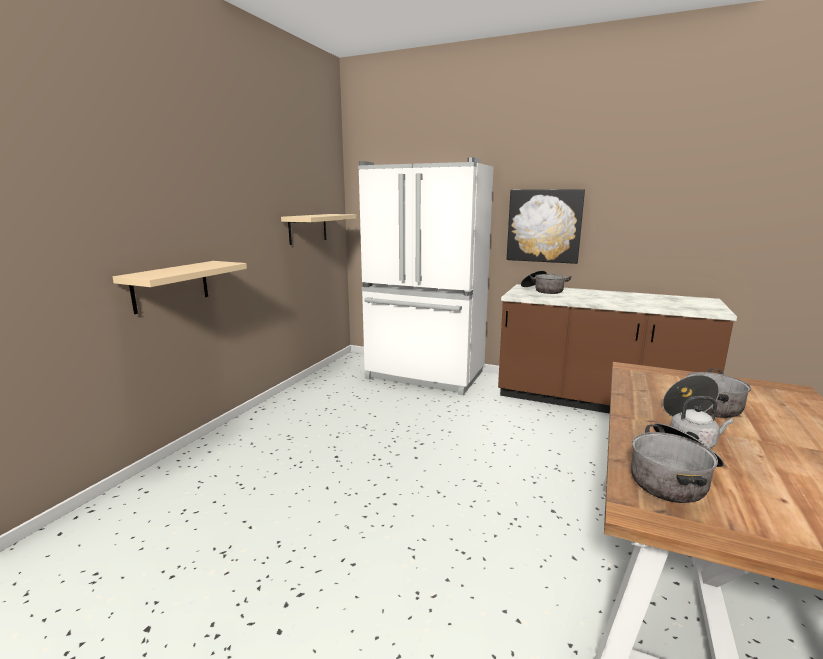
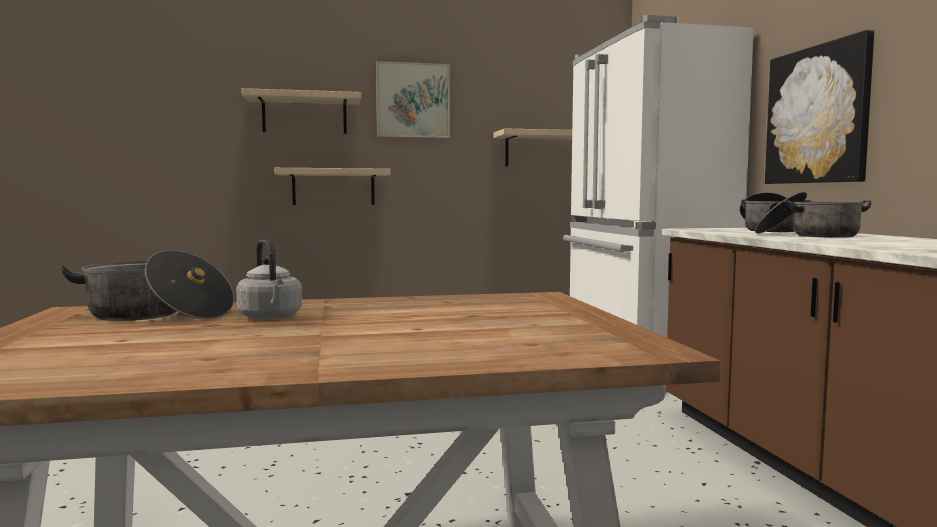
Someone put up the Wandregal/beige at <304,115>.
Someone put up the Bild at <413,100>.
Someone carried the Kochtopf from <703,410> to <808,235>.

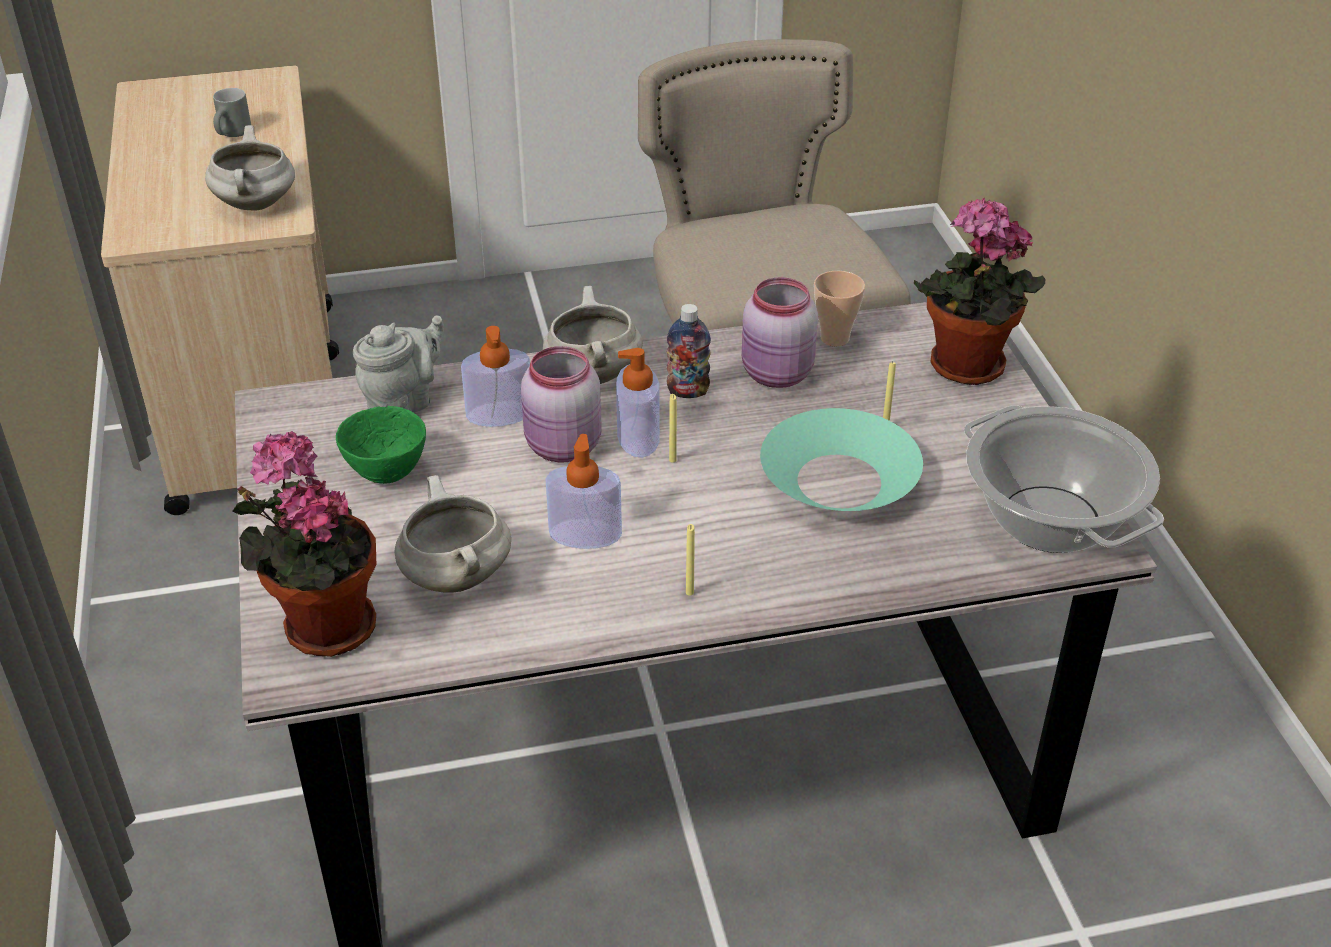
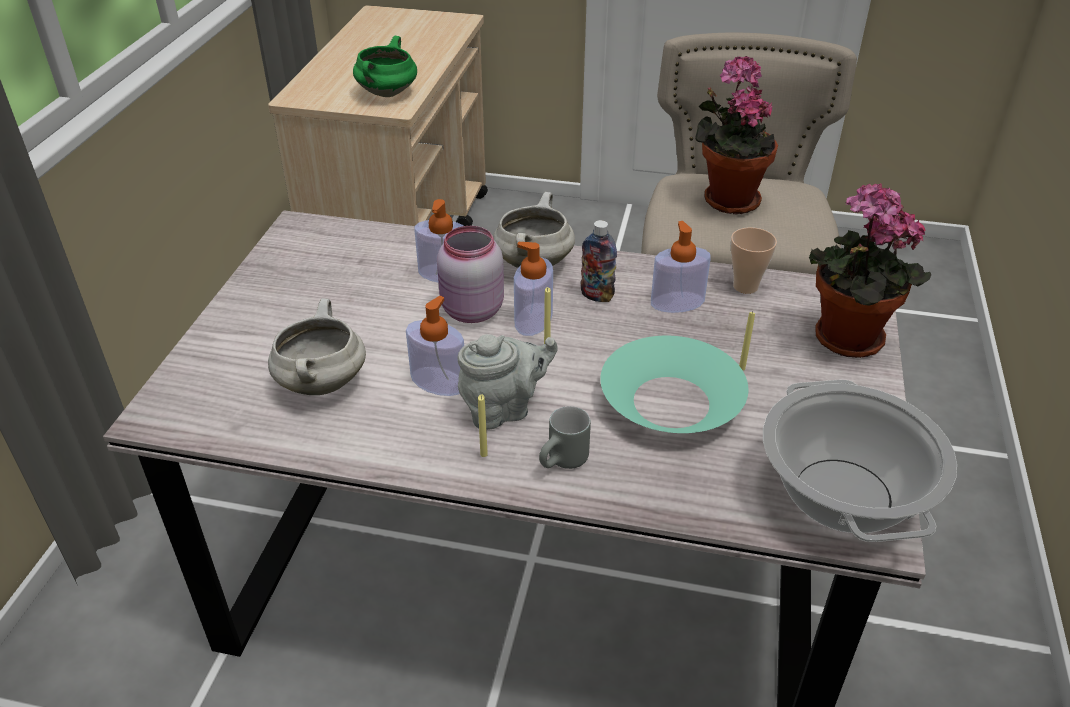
Someone took away the Schüssel/grün at <386,474>.
Someone carried the Henkelbecher/grau from <234,135> to <564,463>.
Someone carried the Topfpflanze from <323,624> to <727,199>.
Someone carried the Teekanne/grau from <404,404> to <504,409>.
Someone swapped the Vorratsglas/rosa at <777,375> for the Seifenspender at <677,302>.
Someone repainted the Kochtopf/weiß at <256,205>, which became the Kochtopf/grün at <387,94>.

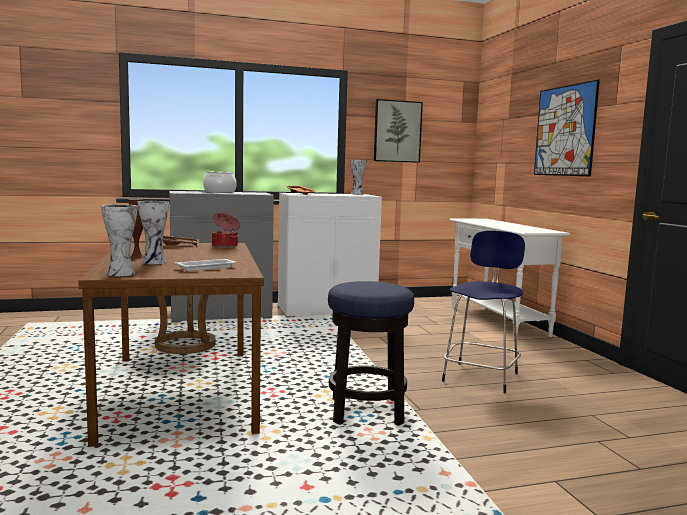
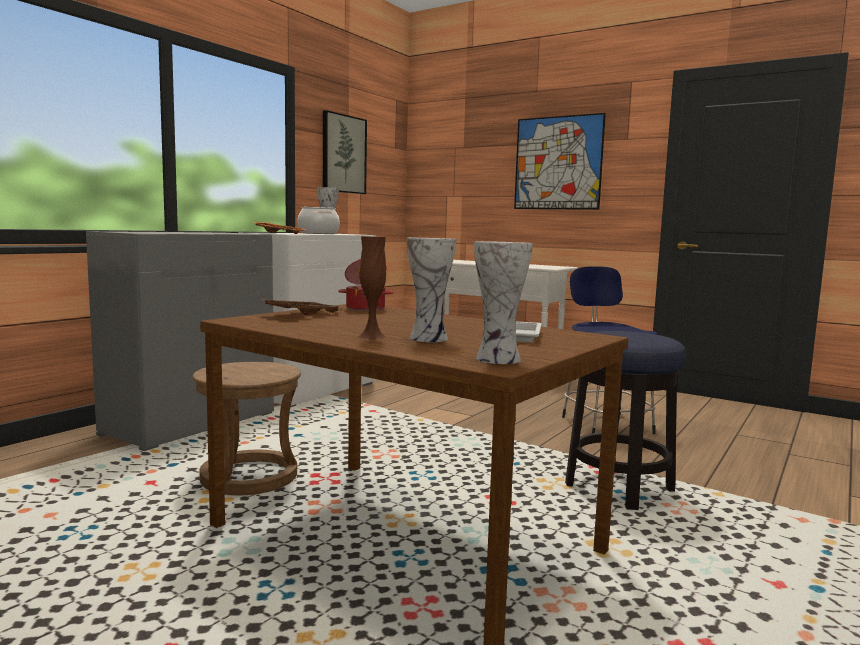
Someone carried the Kochtopf from <219,192> to <318,233>.

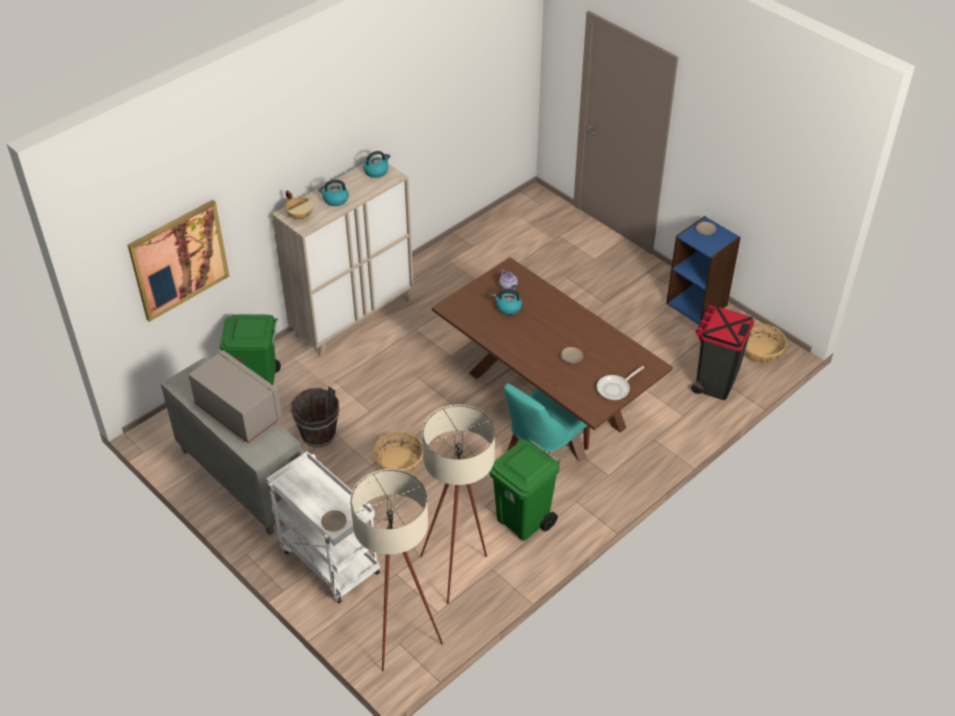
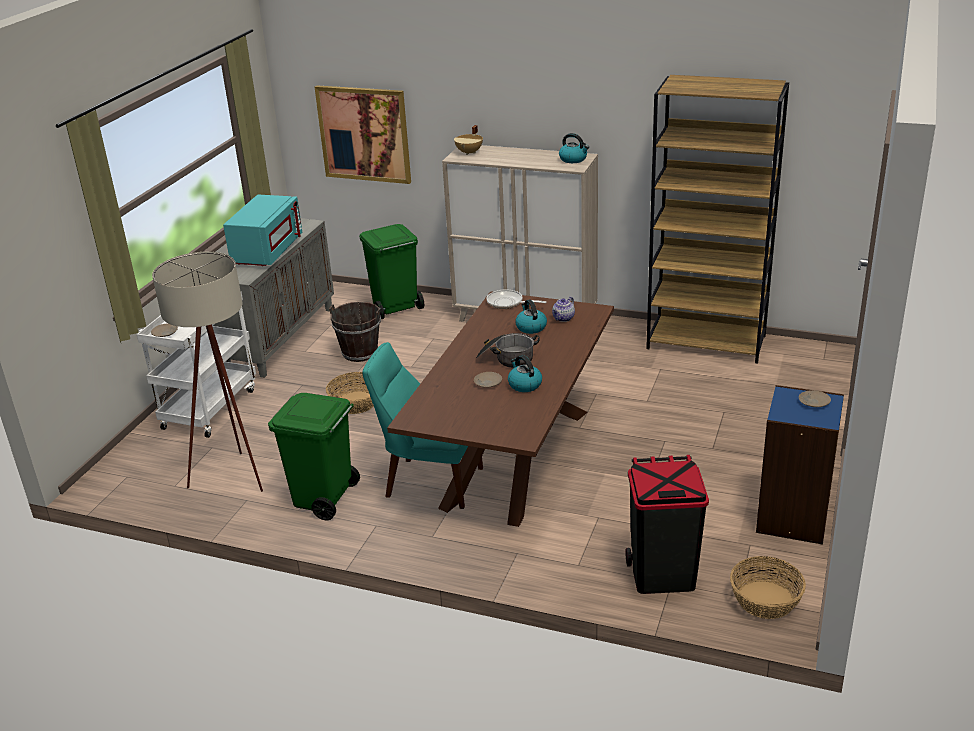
Someone took away the Stehlampe/beige at <399,634>.
Someone put down the Kochtopf at <506,359>.
Someone put down the Bücherregal/braun at <707,342>.
Someone carried the Wasserkessel from <335,200> to <524,385>.
Someone carried the Pfanne from <615,388> to <508,303>.
Someone repainted the Mikrowelle/grau at <237,413>, which became the Mikrowelle/türkis at <267,251>.

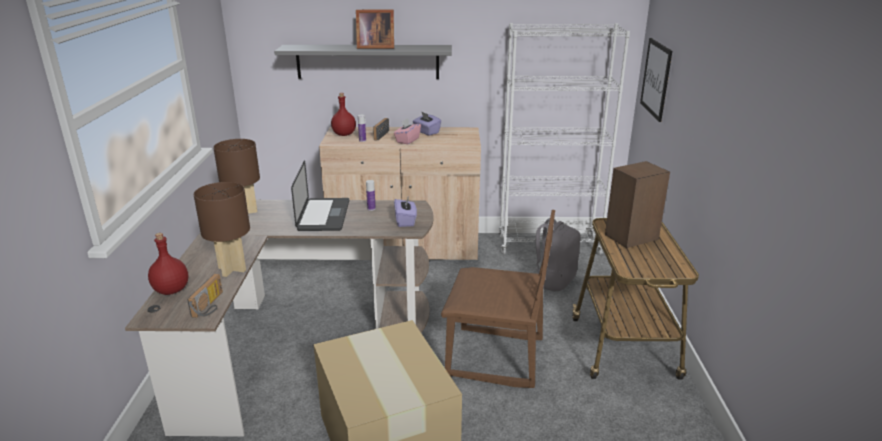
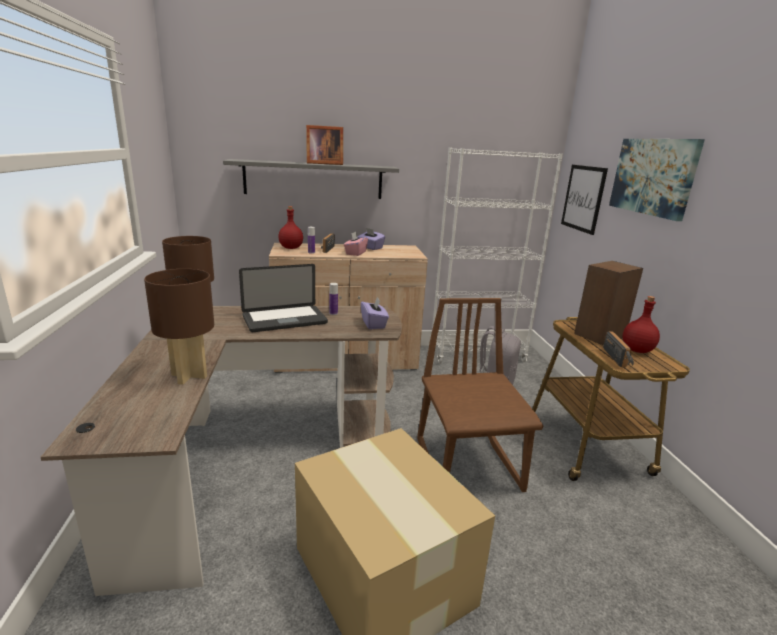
Someone put up the Bild at <653,176>.
Someone carried the Flasche/rot from <170,290> to <636,350>.
Someone carried the Radio from <210,306> to <619,358>.
Someone rotated the Laptop at <323,215> by 75 degrees clockwise.
Someone rotated the Stuhl/braun at <495,358> by 105 degrees counterclockwise.

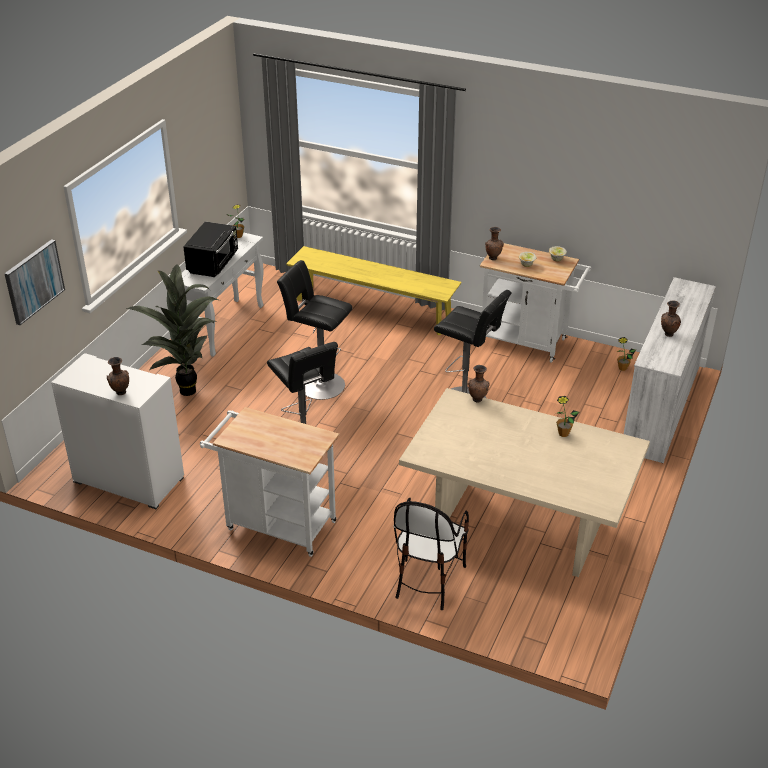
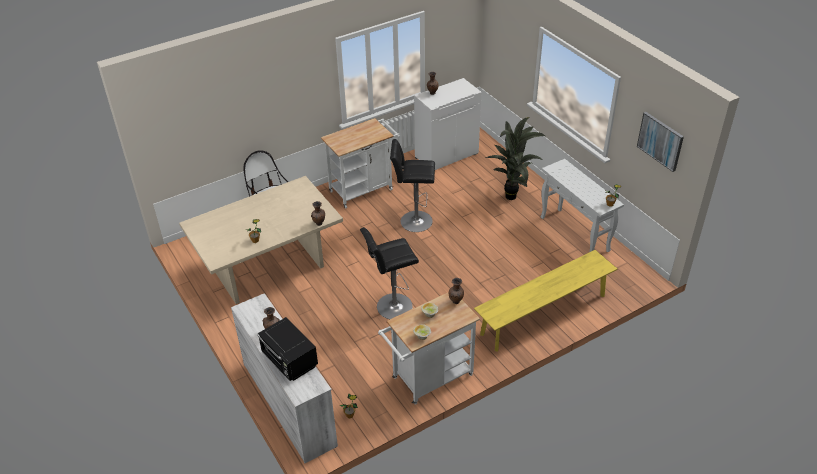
Someone took away the Hocker/schwarz at <319,384>.
Someone carried the Bild from <34,281> to <660,141>.
Someone carried the Mikrowelle/schwarz from <214,263> to <289,361>.

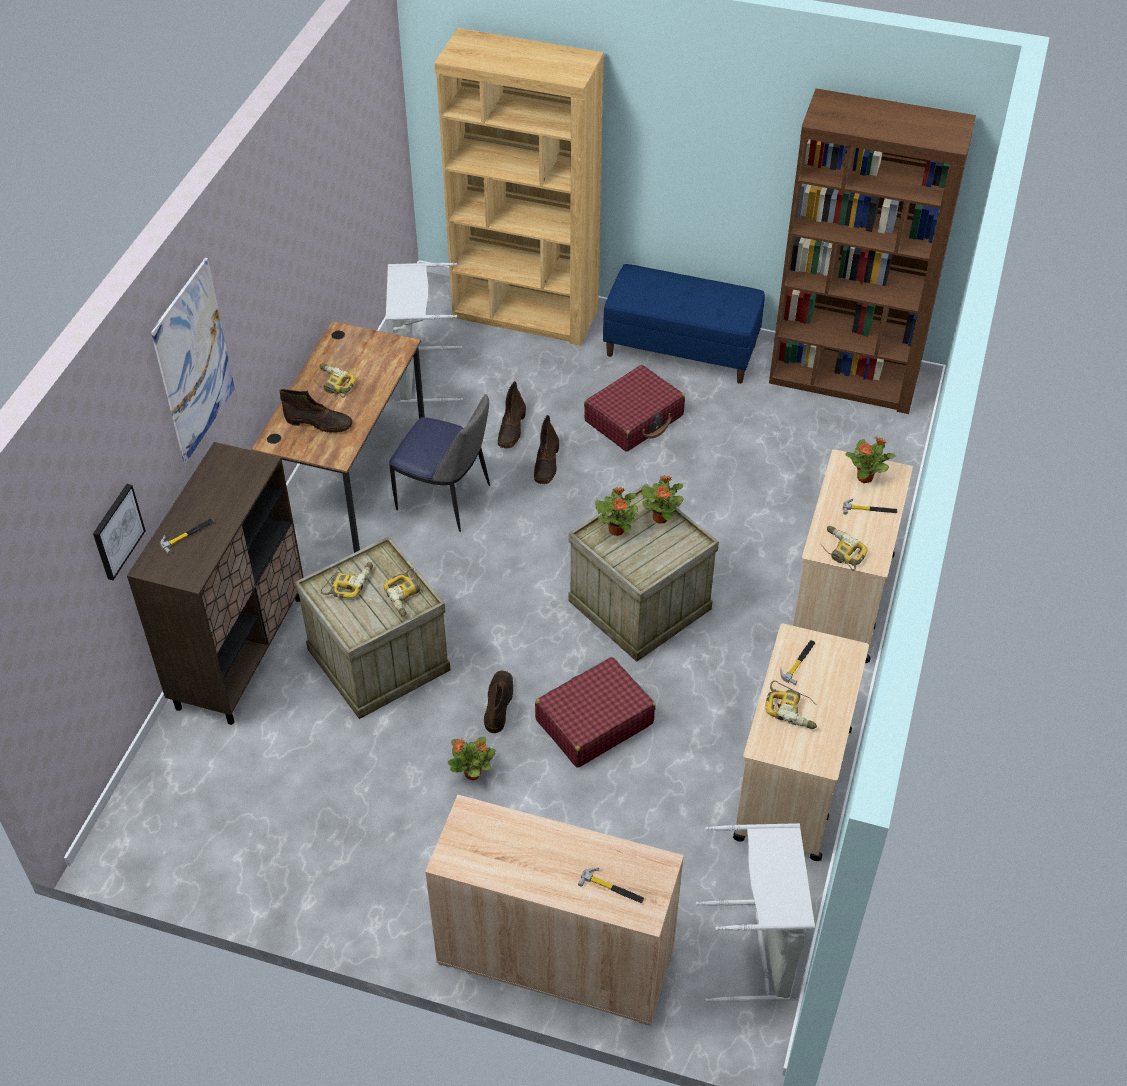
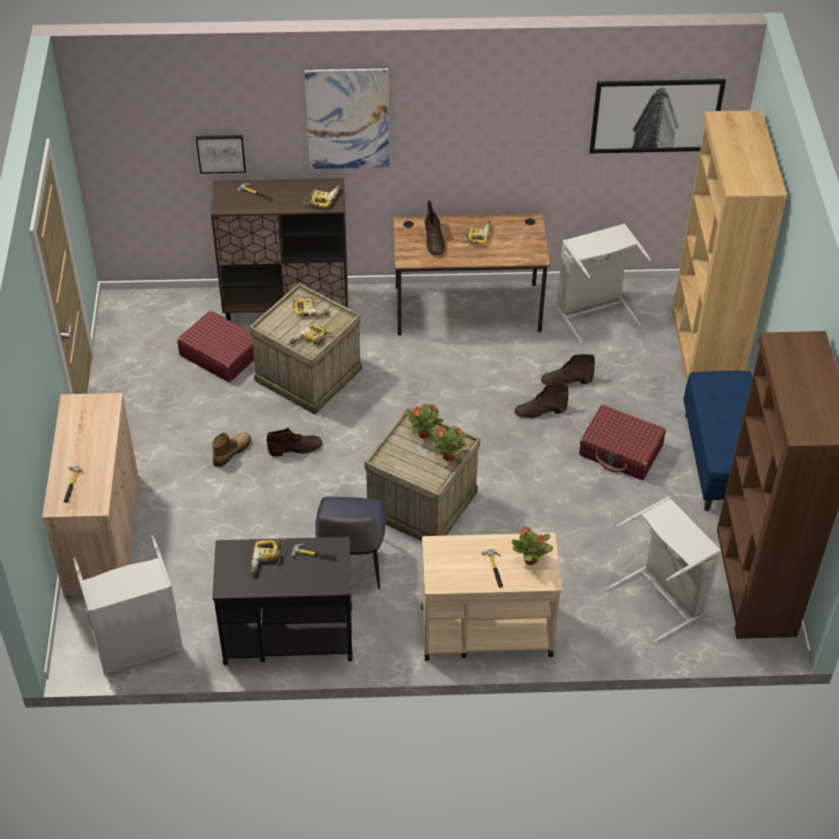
Someone put up the Bild at <656,115>.
Someone put down the Wäschekorb/grau at <663,597>.
Someone carried the Stuhl from <446,499> to <351,564>.
Someone carried the Koffer/rot from <594,722> to <220,354>.
Someone carried the Bohrmaschine from <840,552> to <323,198>.
Someone swapped the Topfpflanze at <473,773> for the Stiefel at <231,452>.
Someone repainted the Rollwagen/beige at <792,784>, which became the Rollwagen/schwarz at <287,634>.

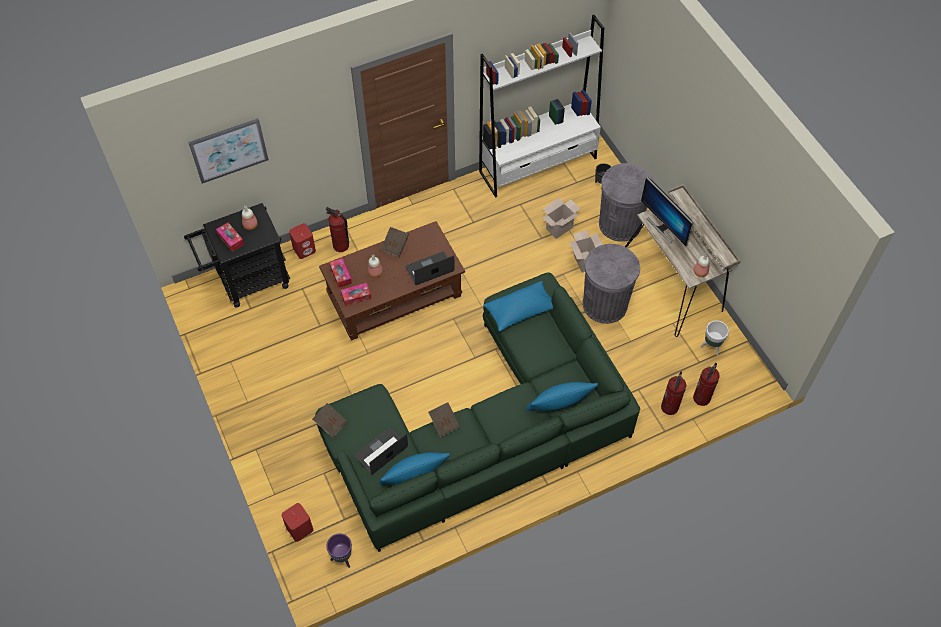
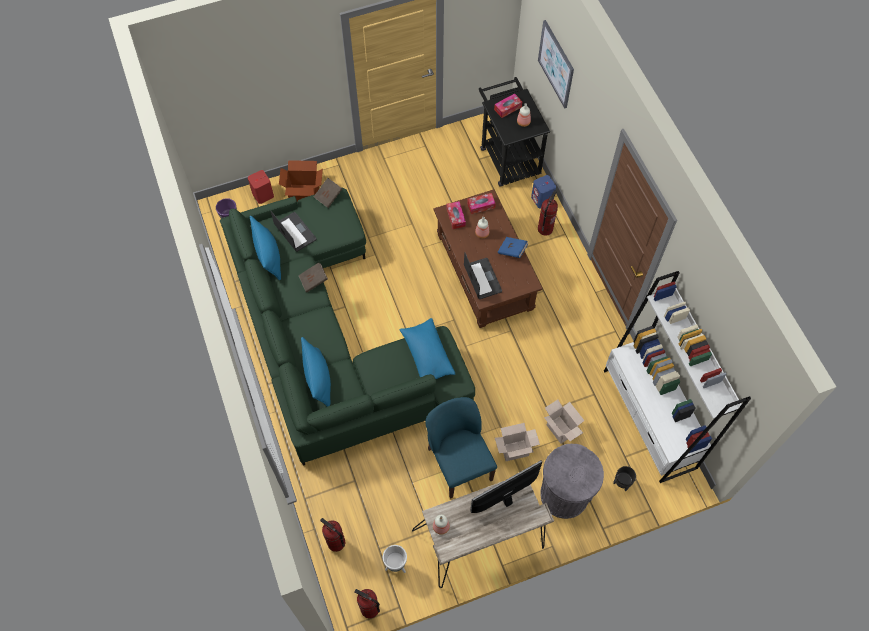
Someone put down the Karton at <304,193>.
Someone carried the Feuerlöscher from <669,407> to <370,609>.
Someone swapped the Mülleimer/grau at <604,304> for the Stuhl/blau at <459,463>.
Someone repainted the Lautsprecher/rot at <304,249>, which became the Lautsprecher/blau at <542,199>.
Someone repainted the Buch/braun at <395,246>, which became the Buch/blau at <512,251>.

